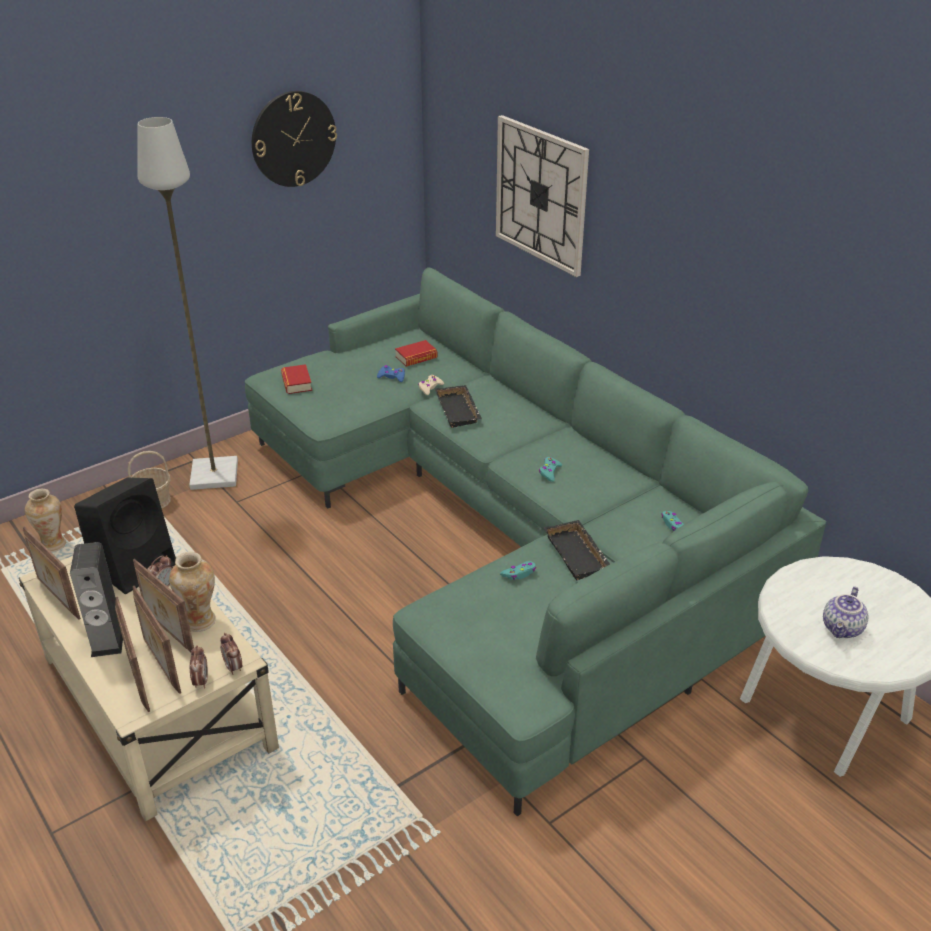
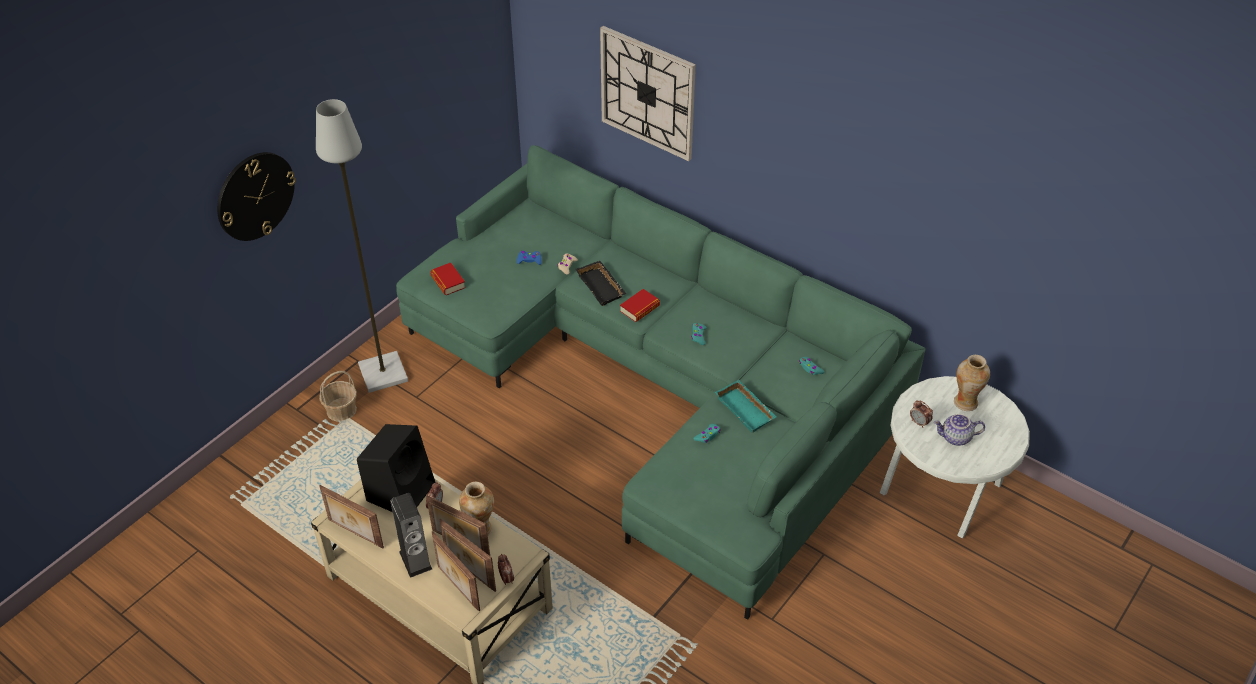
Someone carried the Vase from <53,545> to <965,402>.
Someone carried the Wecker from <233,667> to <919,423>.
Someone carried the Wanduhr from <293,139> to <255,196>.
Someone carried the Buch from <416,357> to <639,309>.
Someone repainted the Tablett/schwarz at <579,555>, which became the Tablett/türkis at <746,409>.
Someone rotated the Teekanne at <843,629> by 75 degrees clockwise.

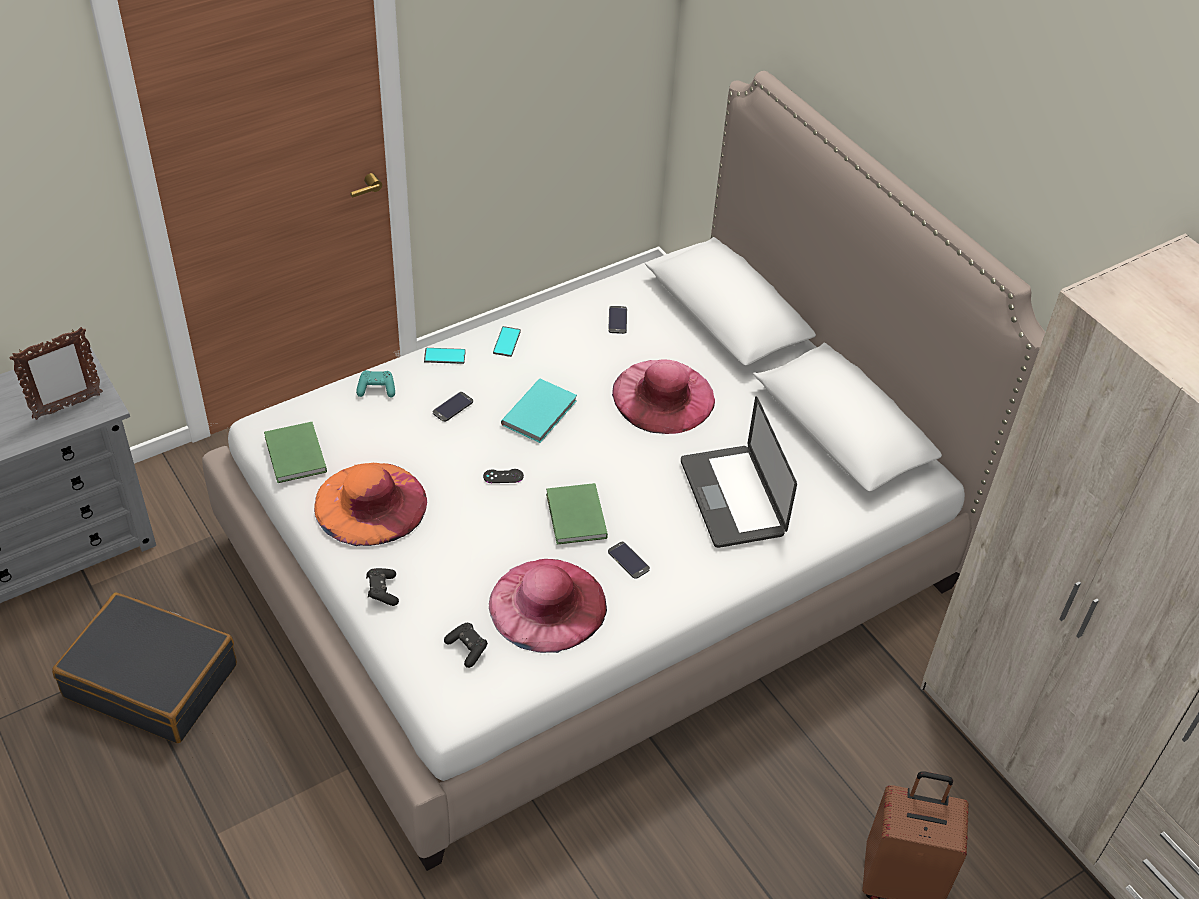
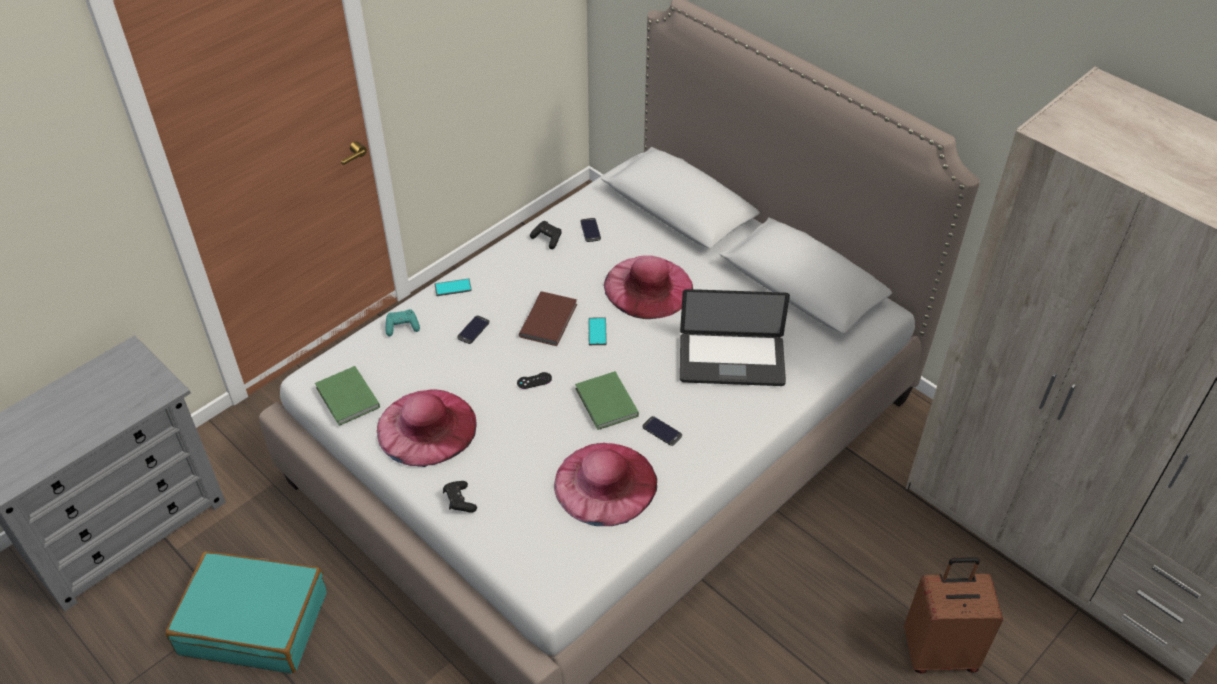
Someone took away the Bilderrahmen at <67,406>.
Someone carried the Gamepad/schwarz from <467,648> to <547,239>.
Someone carried the Handy from <506,342> to <597,332>.
Someone repainted the Koffer/schwarz at <152,680>, which became the Koffer/türkis at <254,622>.
Someone repainted the Hut/orange at <370,503>, which became the Hut/rosa at <426,427>.
Someone repainted the Buch/türkis at <541,413>, which became the Buch/braun at <550,320>.
Someone rotated the Laptop at <732,498> by 60 degrees counterclockwise.

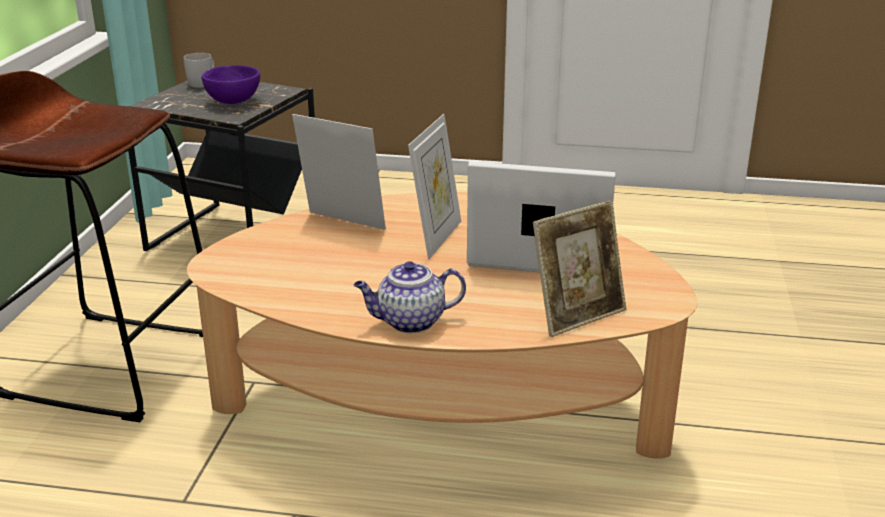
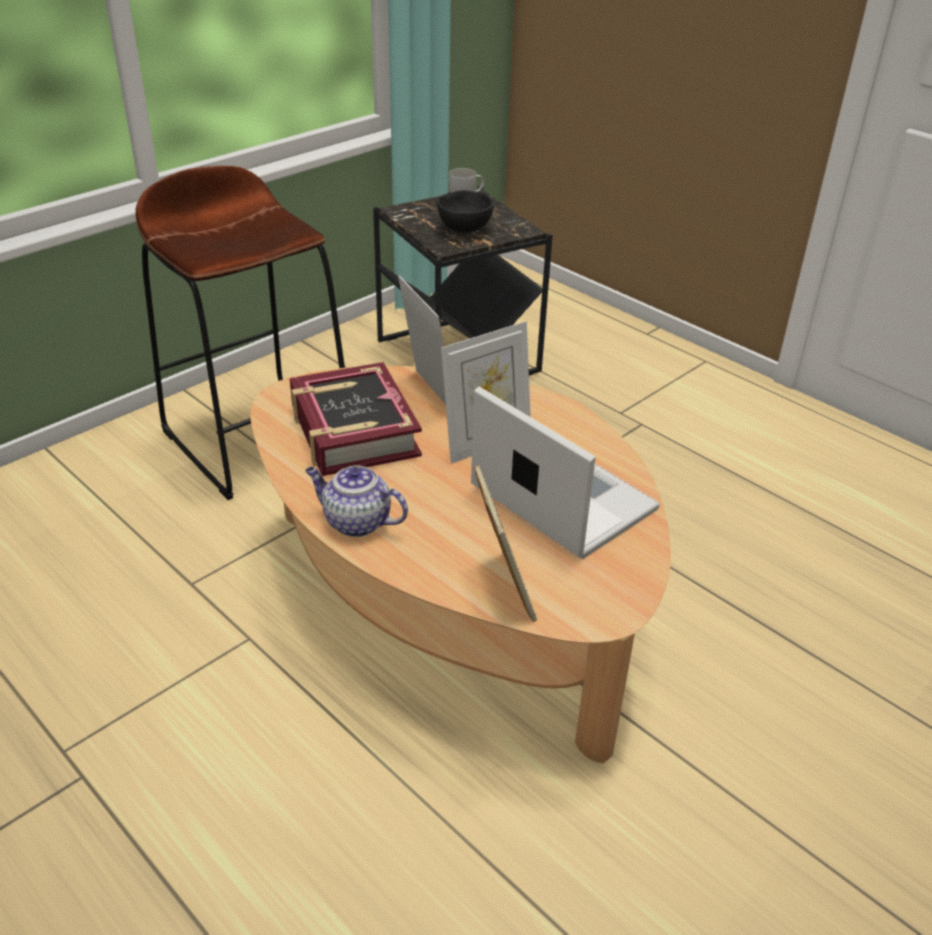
Someone put down the Buch at <353,431>.
Someone repainted the Schüssel/lila at <233,101>, which became the Schüssel/schwarz at <465,229>.
Someone rotated the Bilderrahmen at <577,315> by 105 degrees counterclockwise.

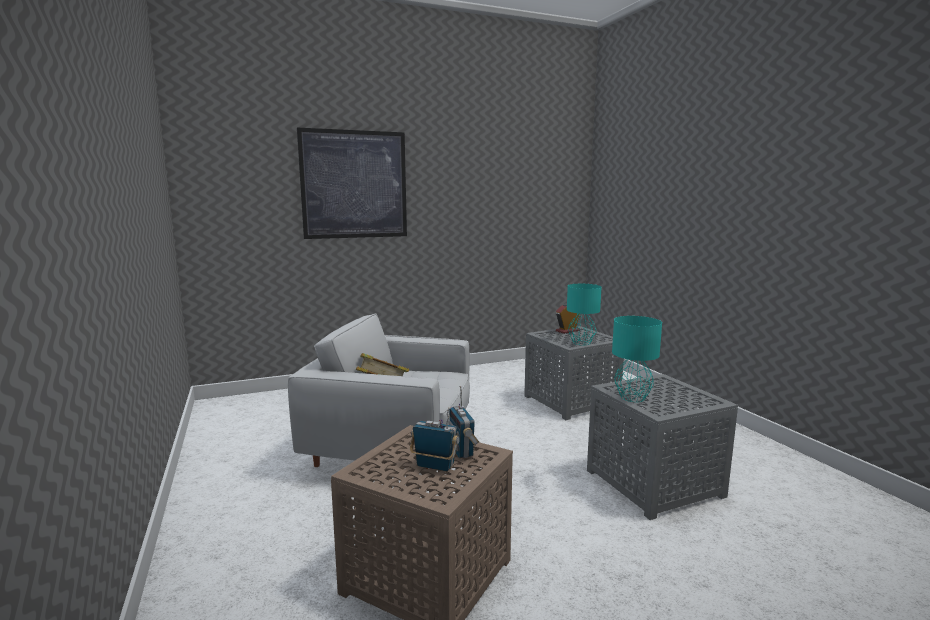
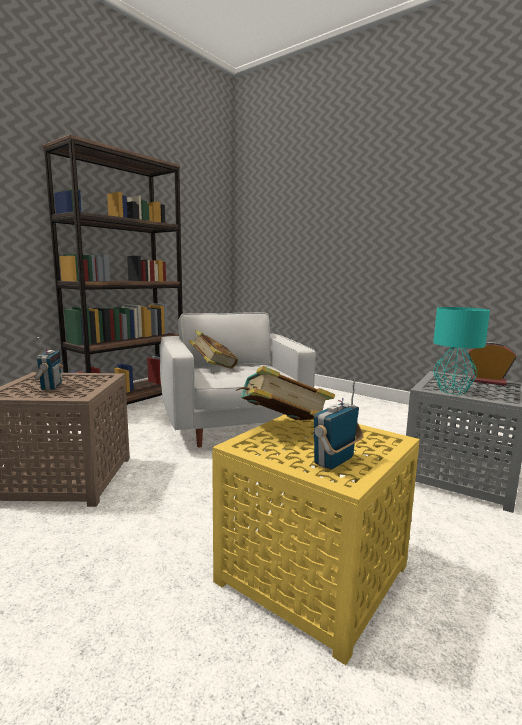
Someone took away the Bild at <354,185>.
Someone put down the Bücherregal/braun at <129,402>.
Someone carried the Radio from <462,451> to <335,461>.
Someone swapped the Tischlampe/türkis at <633,397> for the Buch at <281,428>.
Someone repainted the Beistelltisch/grau at <656,483>, which became the Beistelltisch/gelb at <314,576>.

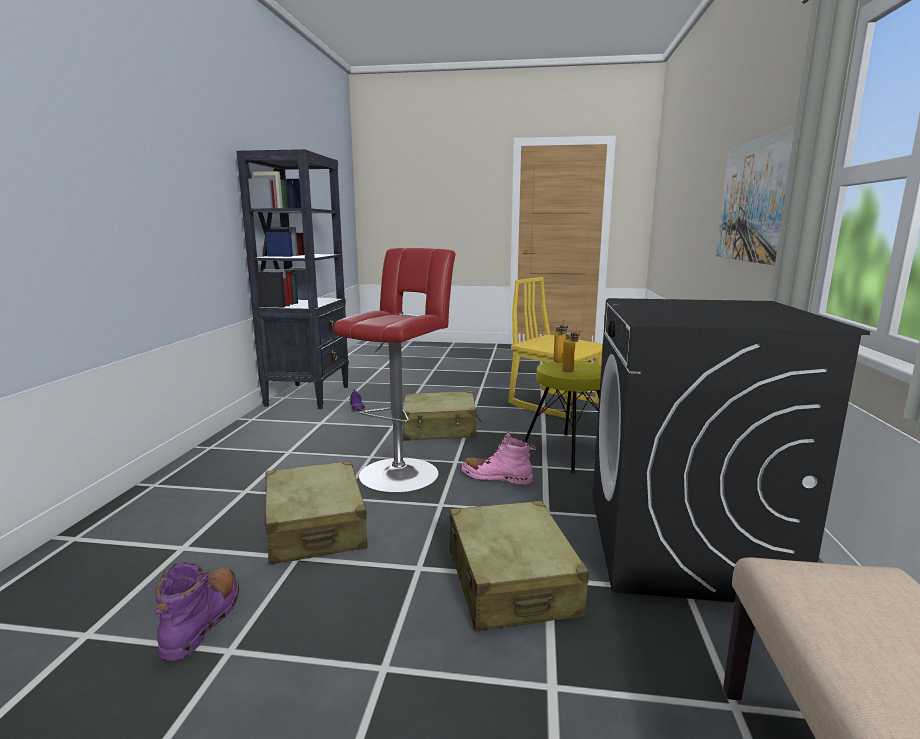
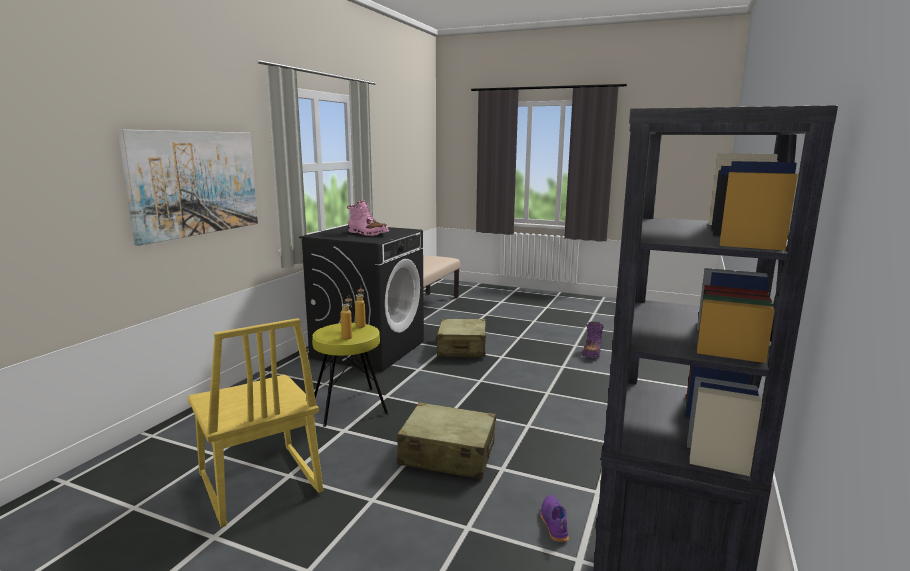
Someone took away the Koffer/beige at <315,528>.
Someone took away the Hocker/rot at <402,472>.
Someone carried the Stiefel/rosa from <497,477> to <367,233>.

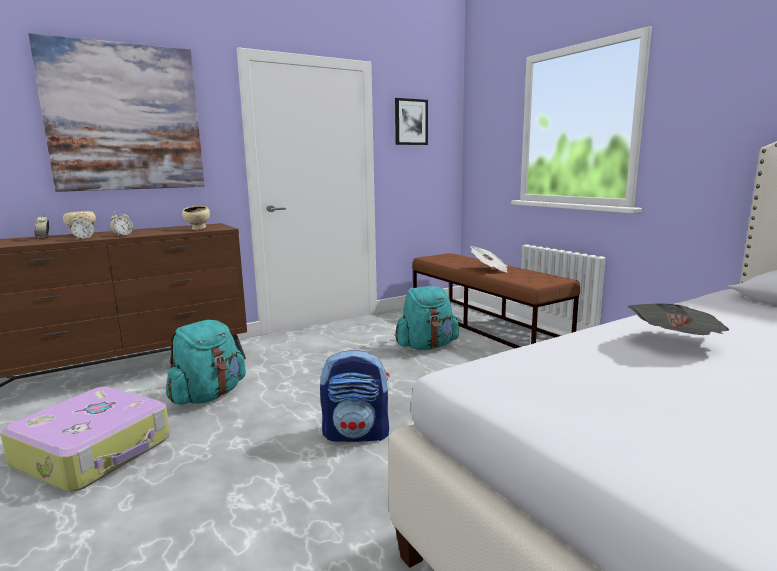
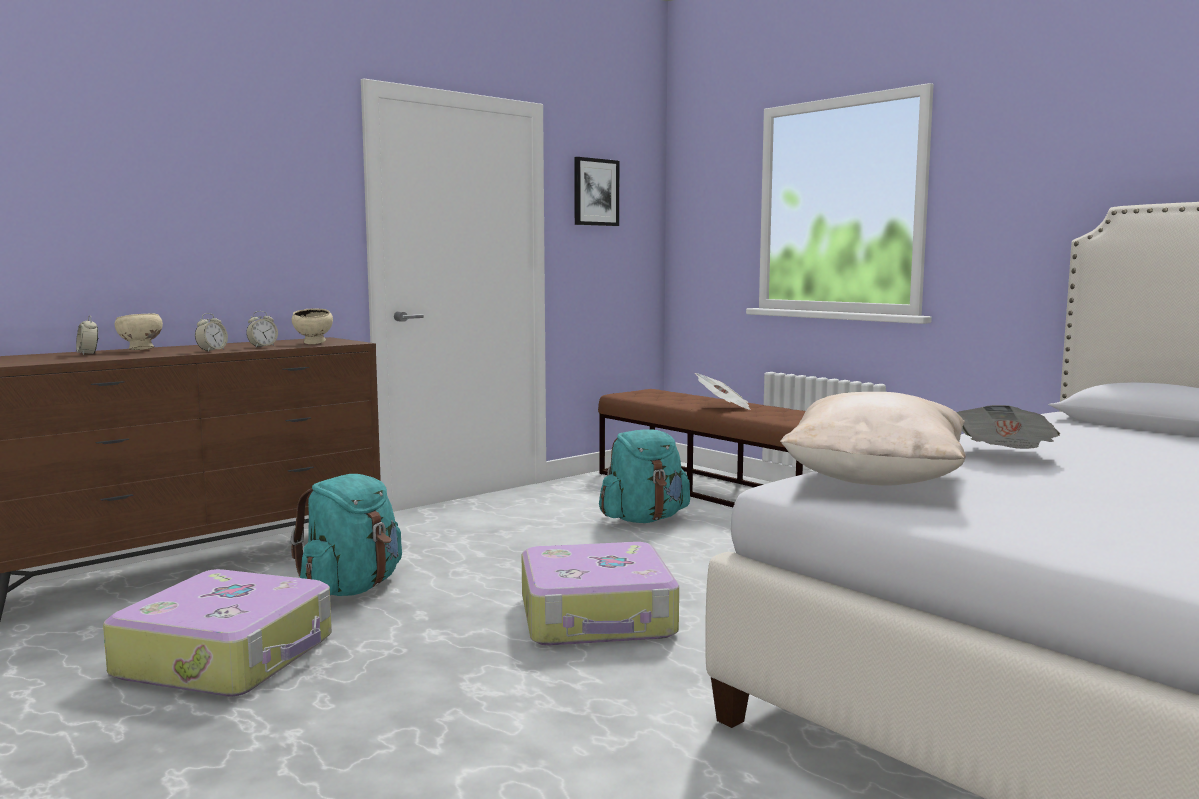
Someone took away the Bild at <125,118>.
Someone put down the Kissen/beige at <874,481>.
Someone carried the Wecker from <84,239> to <262,347>.
Someone swapped the Rucksack at <357,434> for the Koffer at <598,617>.

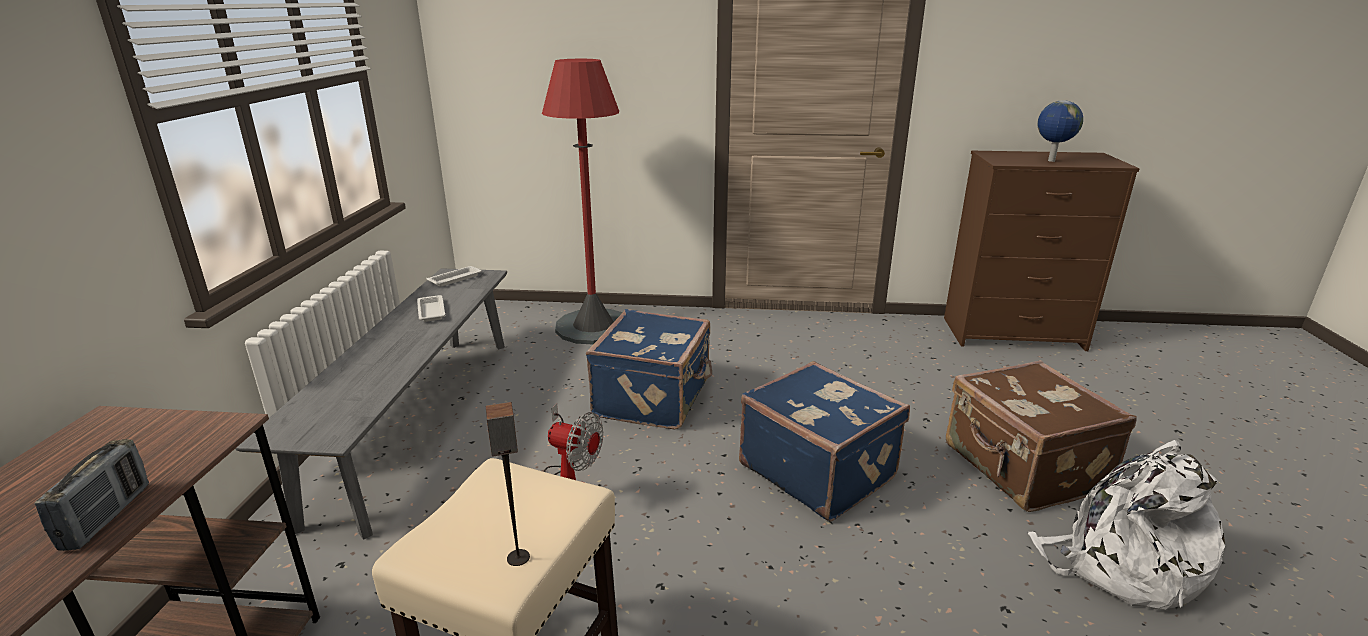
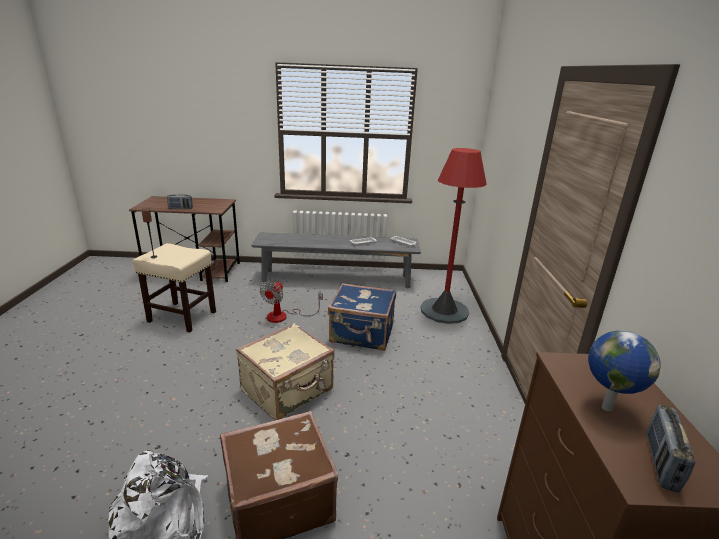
Someone put down the Radio at <660,462>.
Someone repainted the Koffer/blau at <818,470>, which became the Koffer/beige at <288,390>.

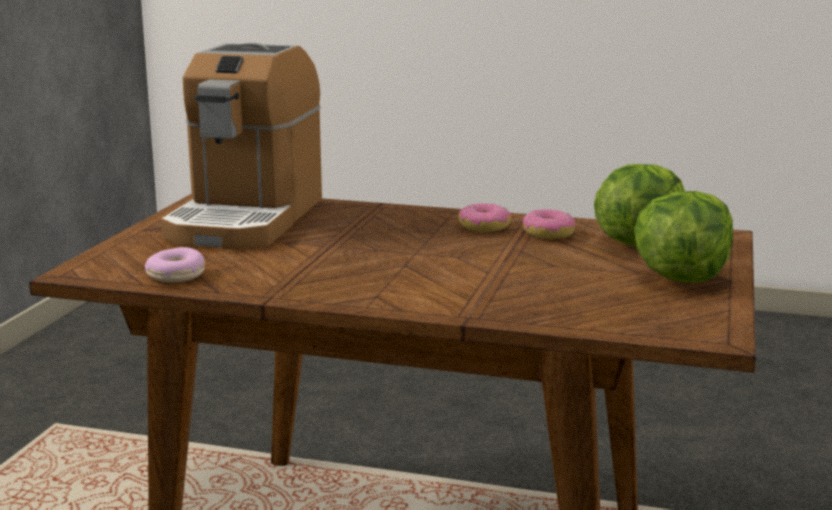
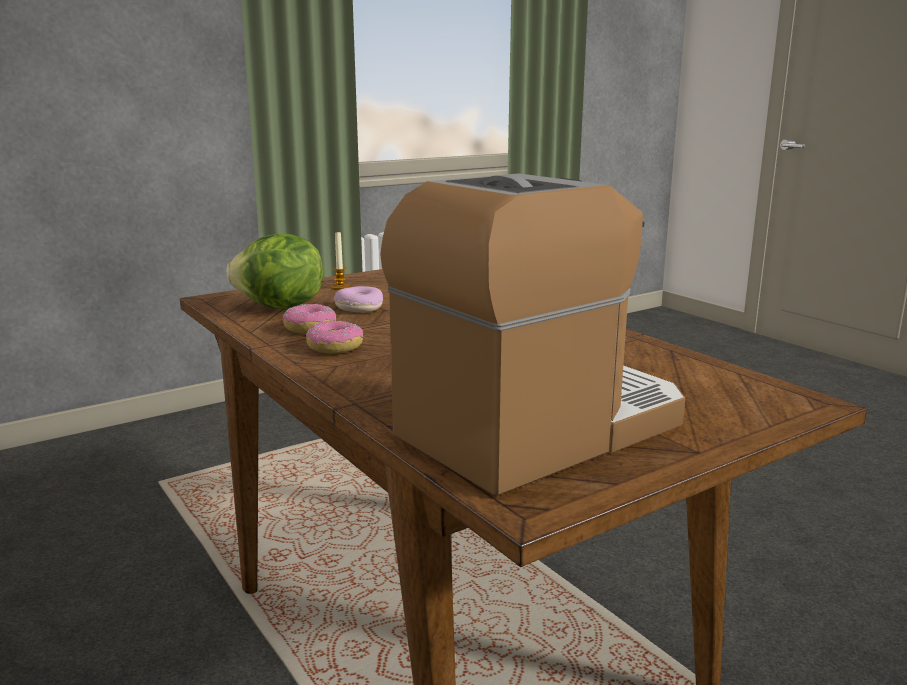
Someone carried the Donut from <176,276> to <359,308>.
Someone swapped the Salatkopf at <681,277> for the Kerze at <340,287>.

